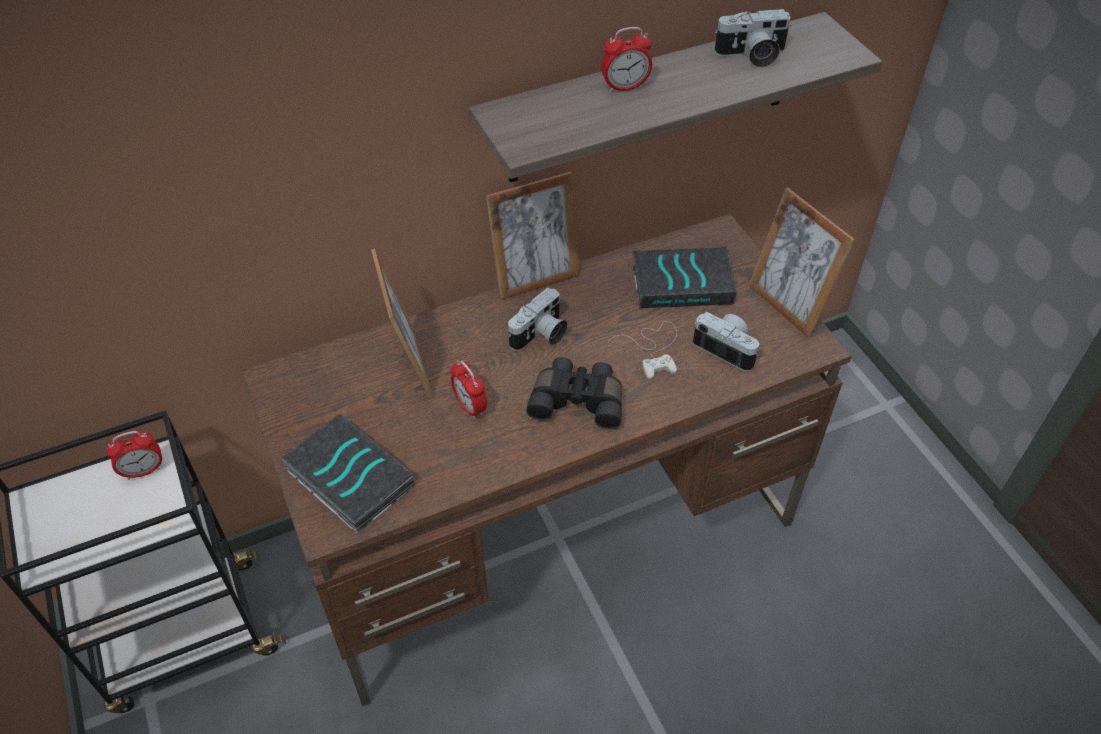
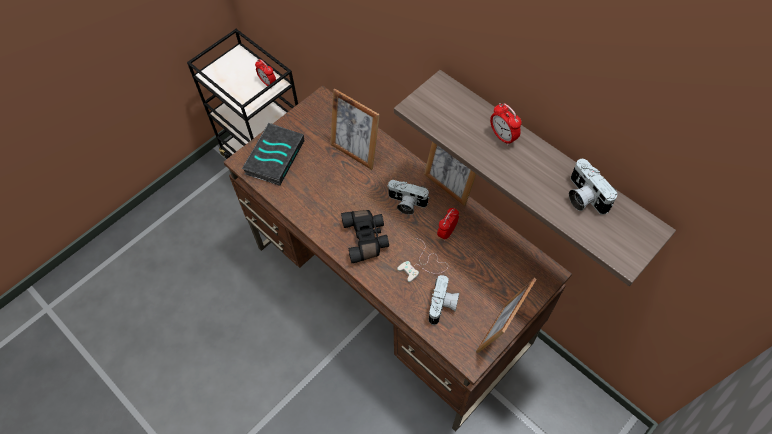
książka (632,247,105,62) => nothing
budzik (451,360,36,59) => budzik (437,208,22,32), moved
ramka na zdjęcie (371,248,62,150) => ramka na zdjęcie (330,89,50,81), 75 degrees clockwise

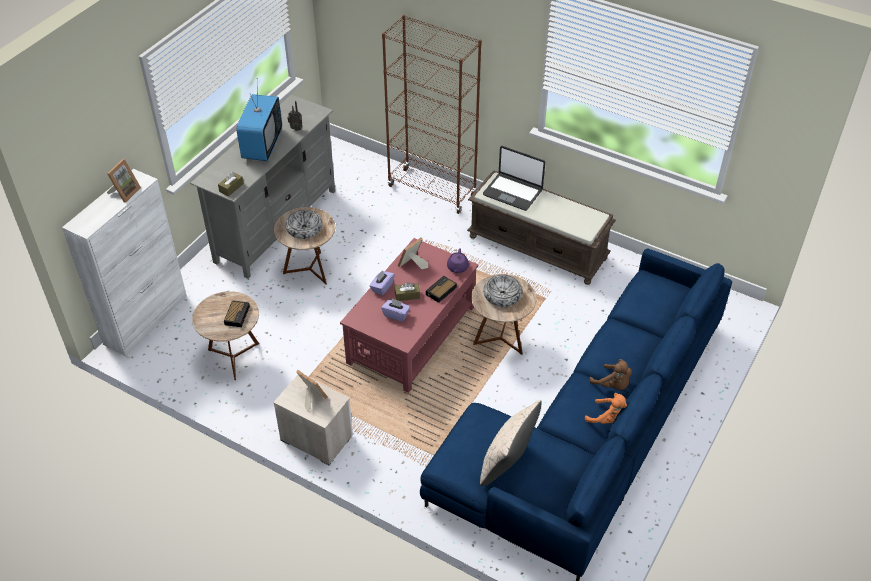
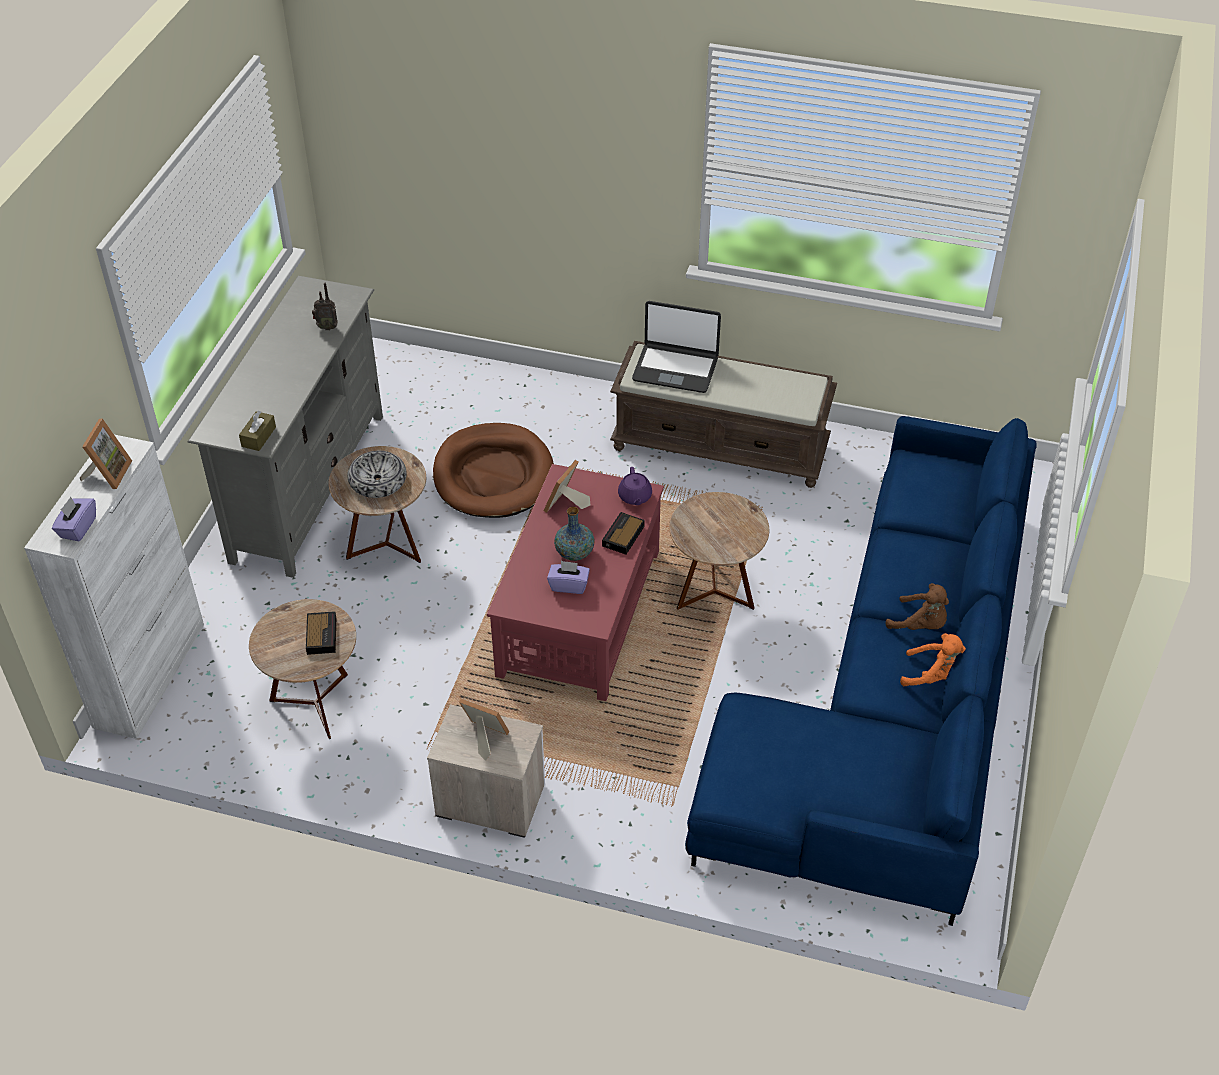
telewizor (237,78,45,83) => nothing
regał/brązowy (382,15,100,199) => nothing
poduszka/beżowy (480,400,62,86) => nothing
miska (483,275,40,32) => nothing
nothing => legowisko/brązowy (433,423,121,95)
pudełko chusteczek/fioletowy (369,270,26,25) => pudełko chusteczek/fioletowy (52,497,44,44), moved
pudełko chusteczek/brązowy (394,282,26,19) => wazon (554,507,41,54)

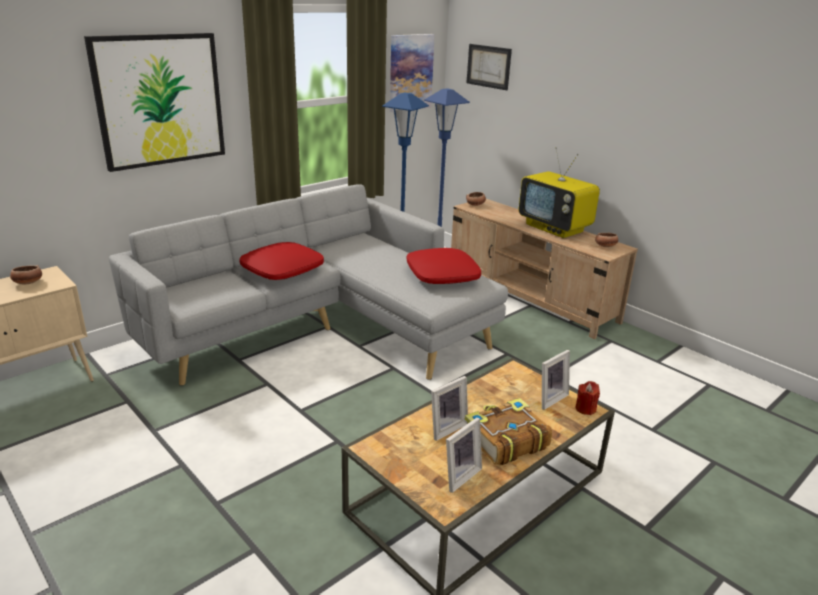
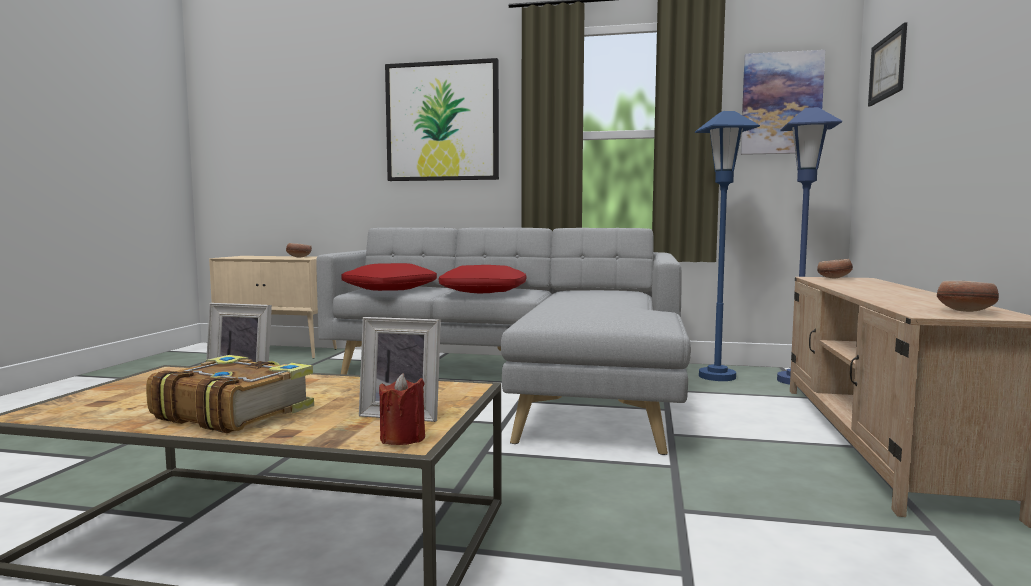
ramka na zdjęcie (446,418,36,75) => nothing
telewizor (518,147,82,91) => nothing
poduszka/czerwony (407,248,74,36) => poduszka/czerwony (341,263,96,28), moved

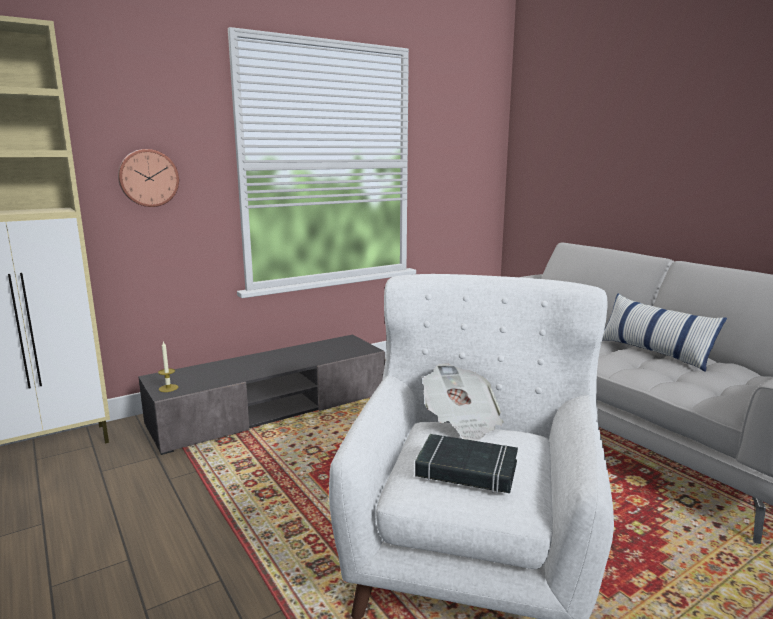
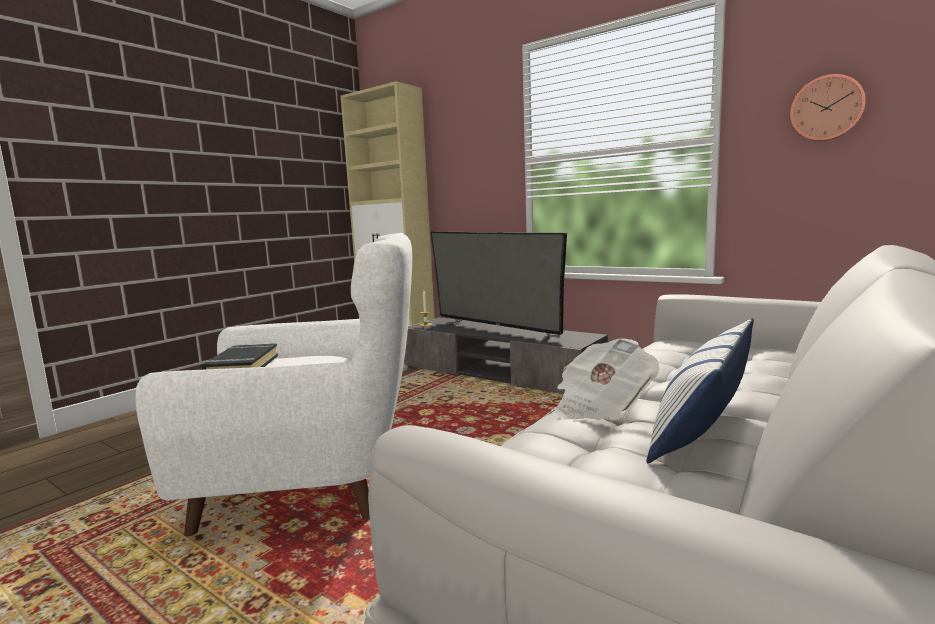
nothing => telewizor (430,231,137,112)
zegar ścienny (118,149,61,58) => zegar ścienny (790,74,76,67), moved
gazeta (422,363,82,78) => gazeta (555,338,104,82), moved

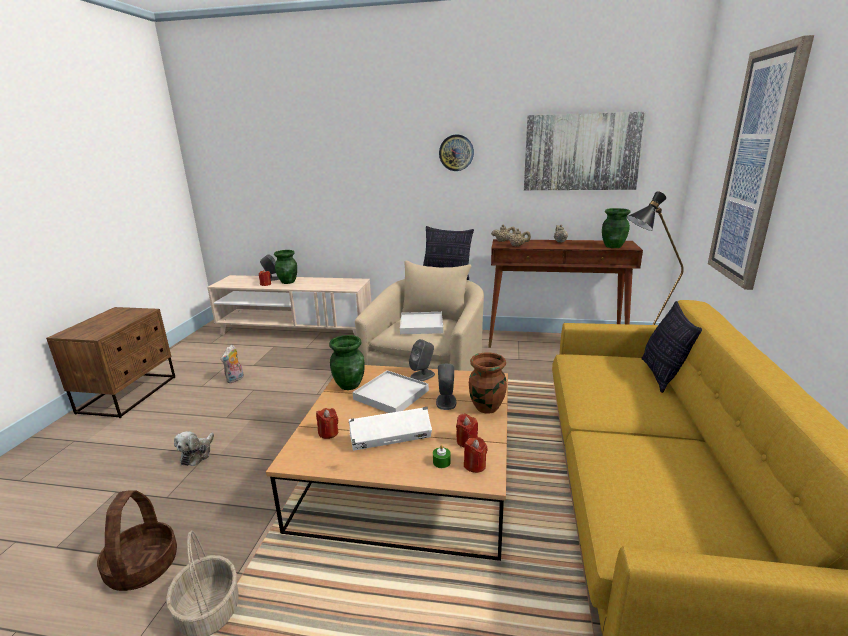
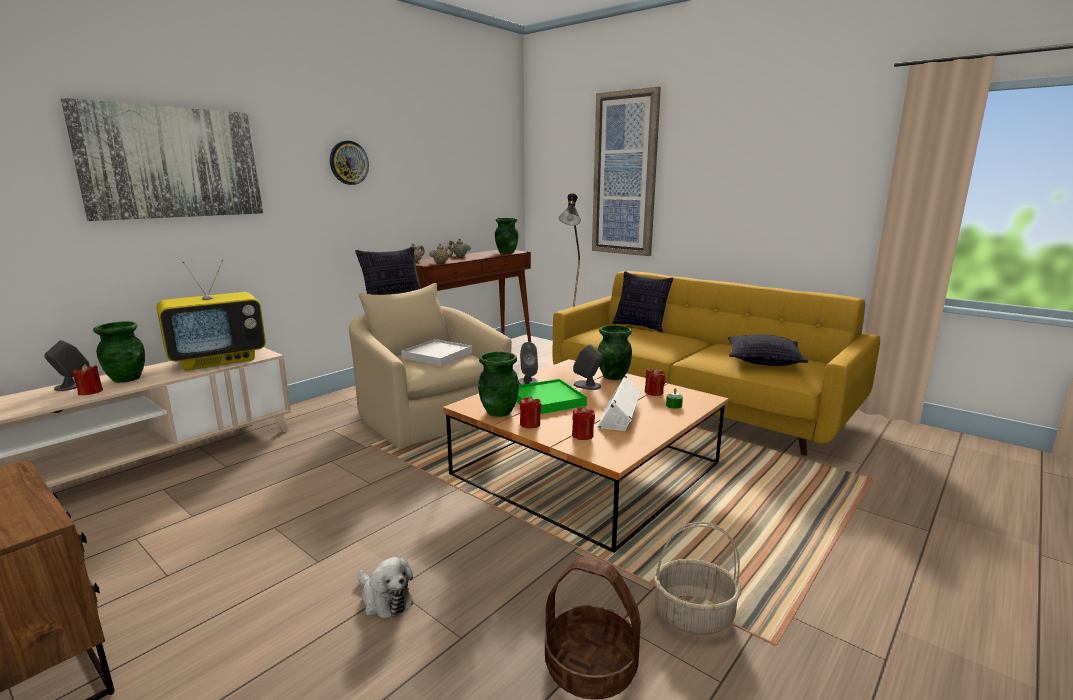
pluszak (220,345,24,38) => nothing
nothing => telewizor (156,260,110,111)
nothing => poduszka (728,334,80,32)
świeca/czerwony (464,437,24,36) => świeca/czerwony (520,396,22,32), moved
obraz (524,112,123,78) => obraz (61,98,202,123), moved
taca/biały (353,370,76,43) => taca/zielony (516,379,71,35)
wazon/brązowy (469,353,38,61) => wazon/zielony (598,325,34,55)

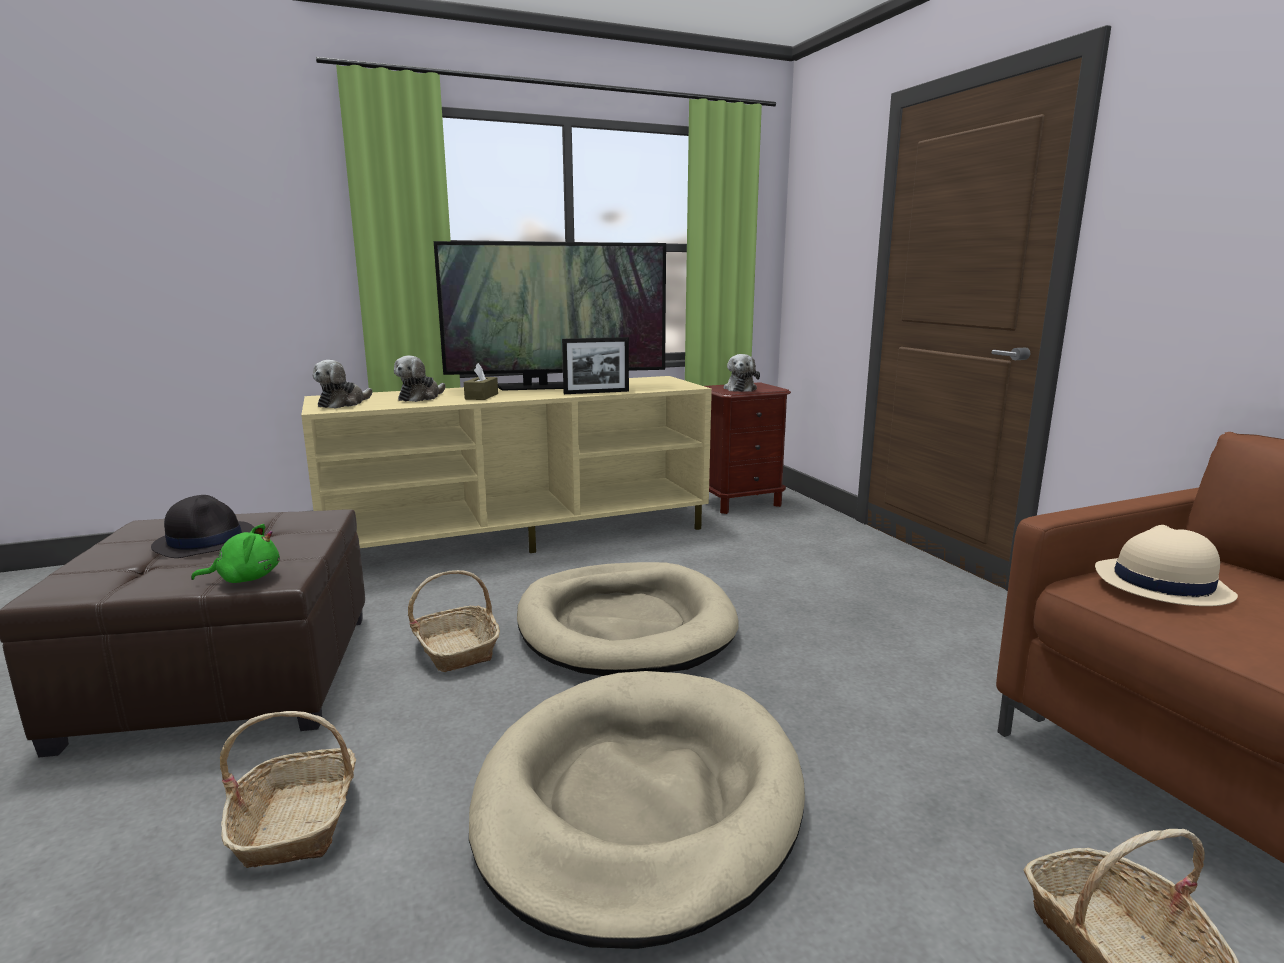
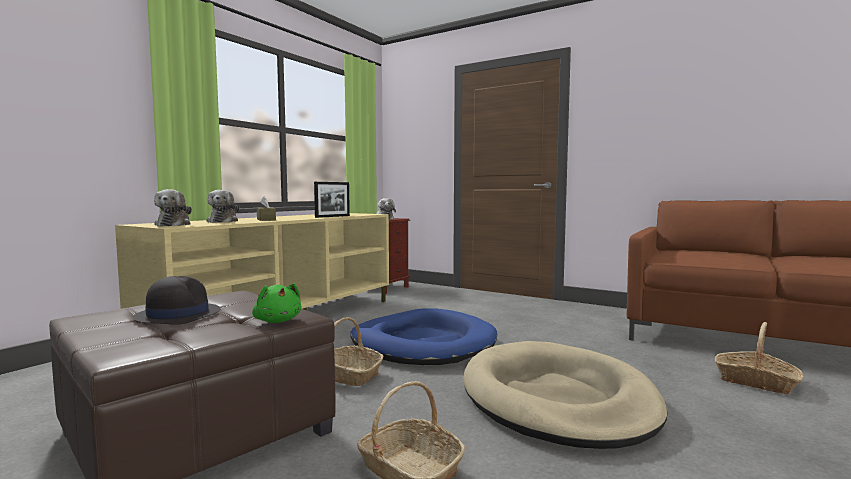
telewizor (434,241,232,150) => nothing
kapelusz/beżowy (1095,525,143,81) => nothing
legowisko/beżowy (517,562,222,114) => legowisko/niebieski (350,308,147,57)
pluszak/zielony (191,524,89,59) => pluszak/zielony (252,283,49,40), 105 degrees clockwise

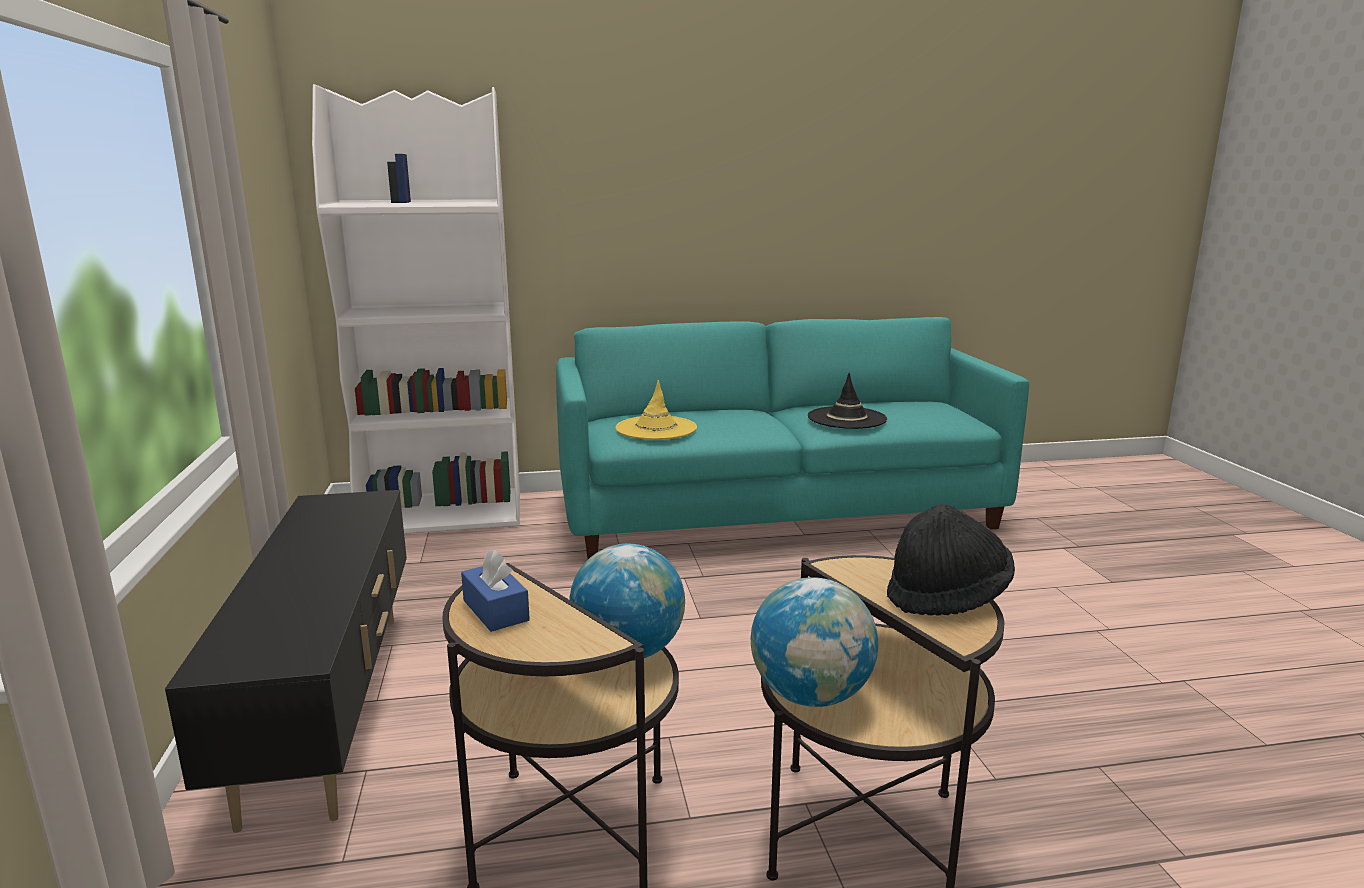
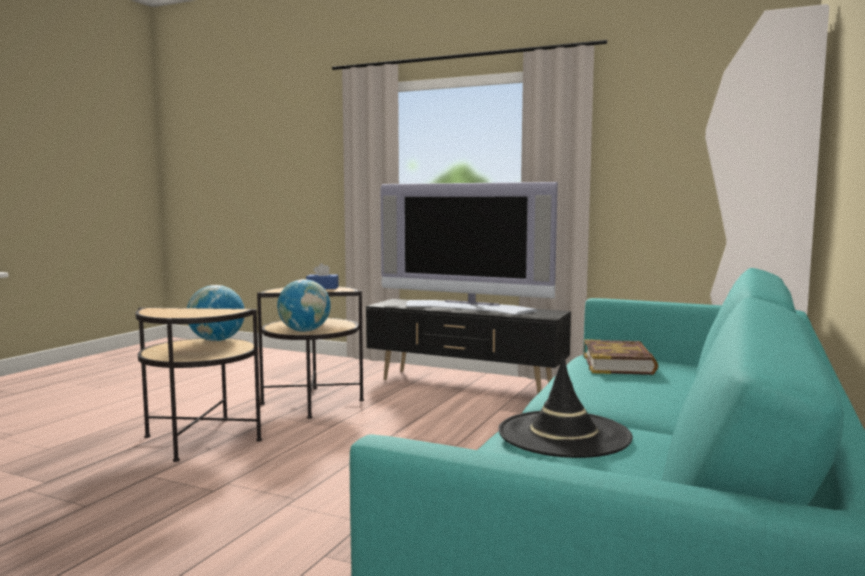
kapelusz/czarny (887,504,128,112) => nothing
nothing => telewizor (381,182,177,133)
kapelusz/żółty (615,380,82,60) => książka (584,339,74,36)

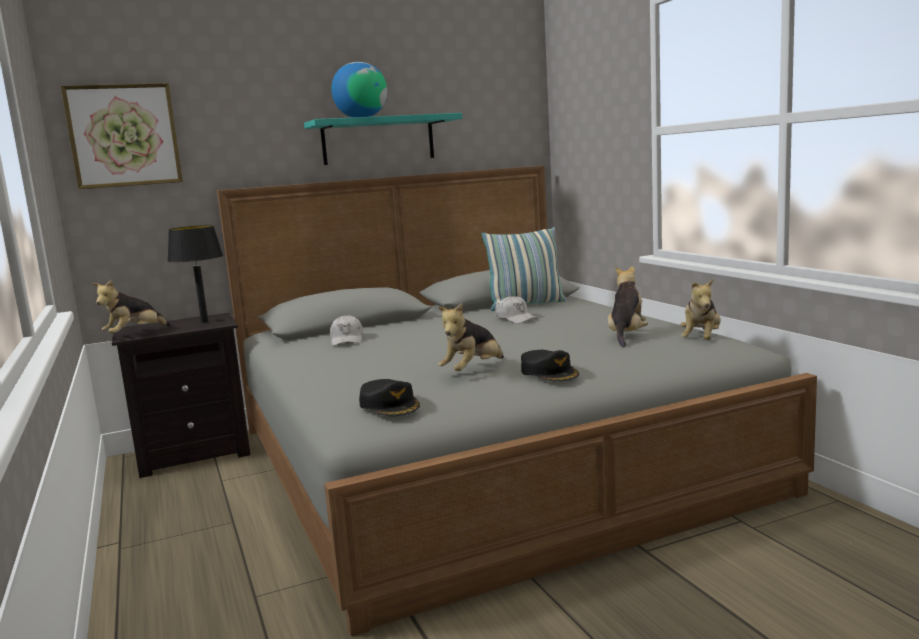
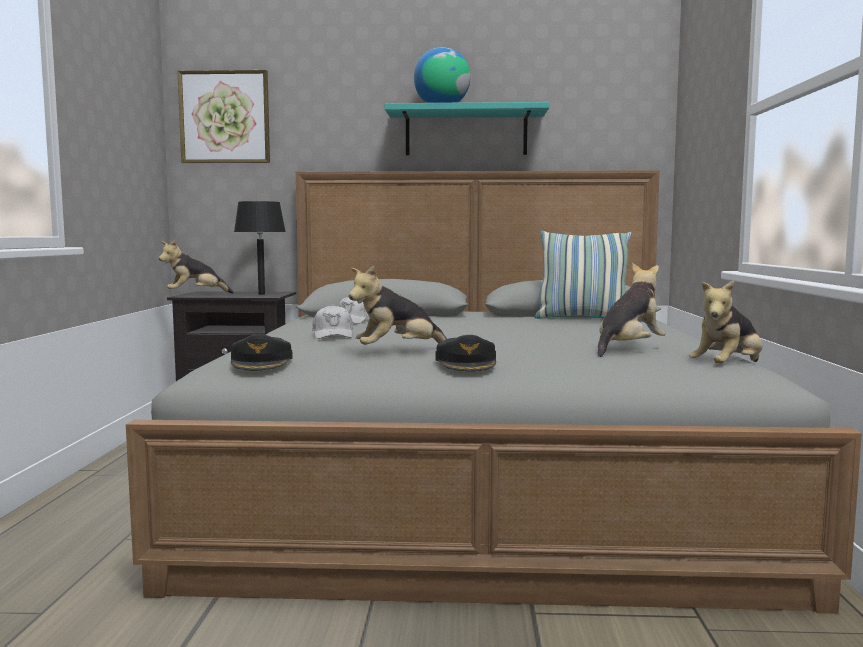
czapka z daszkiem/biały (495,296,43,28) => czapka z daszkiem/biały (312,304,41,35), moved

